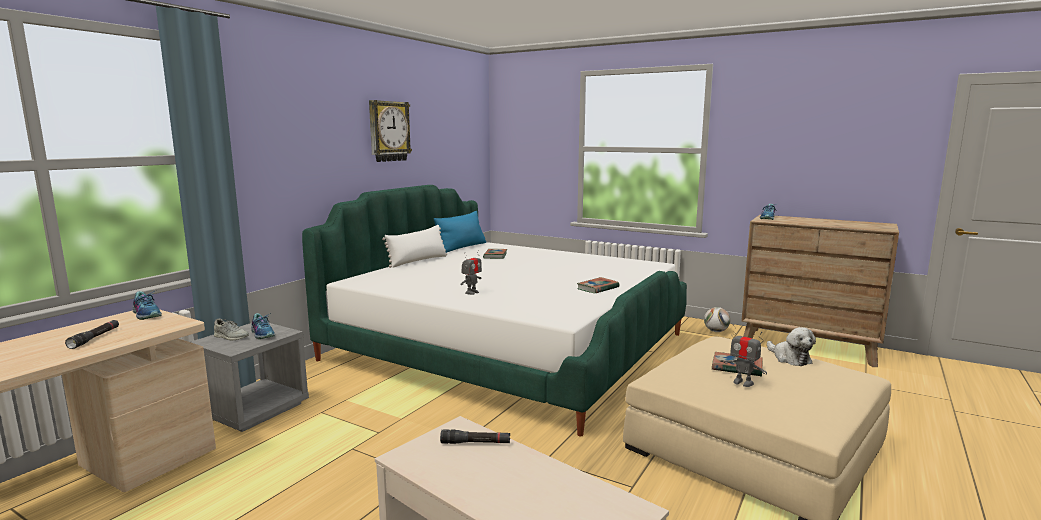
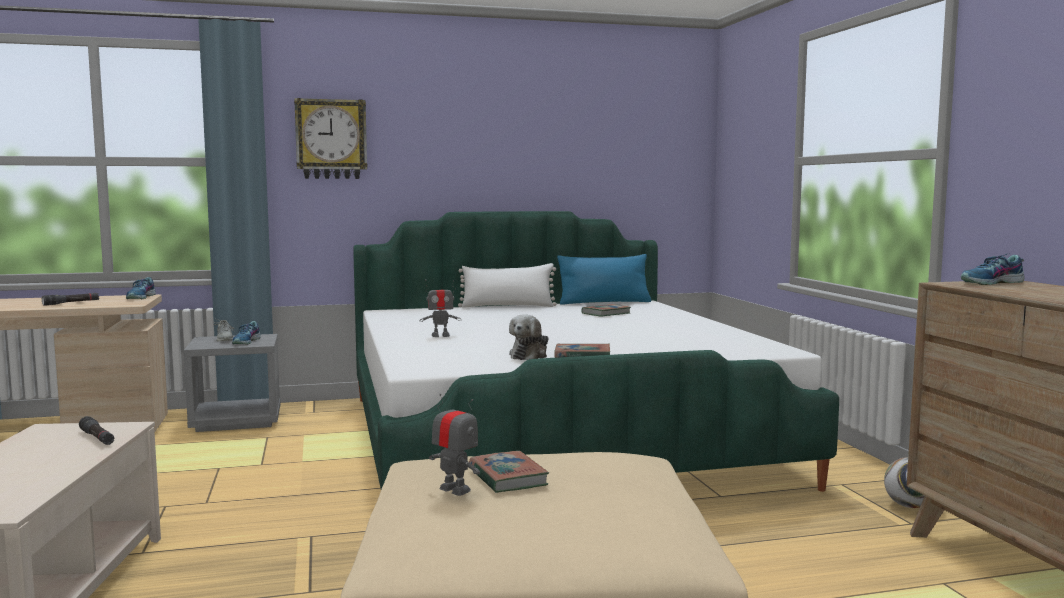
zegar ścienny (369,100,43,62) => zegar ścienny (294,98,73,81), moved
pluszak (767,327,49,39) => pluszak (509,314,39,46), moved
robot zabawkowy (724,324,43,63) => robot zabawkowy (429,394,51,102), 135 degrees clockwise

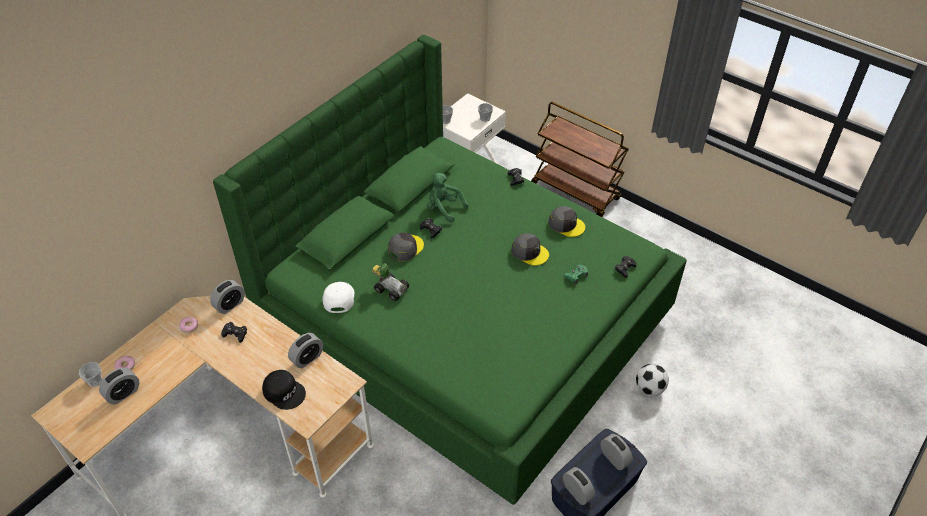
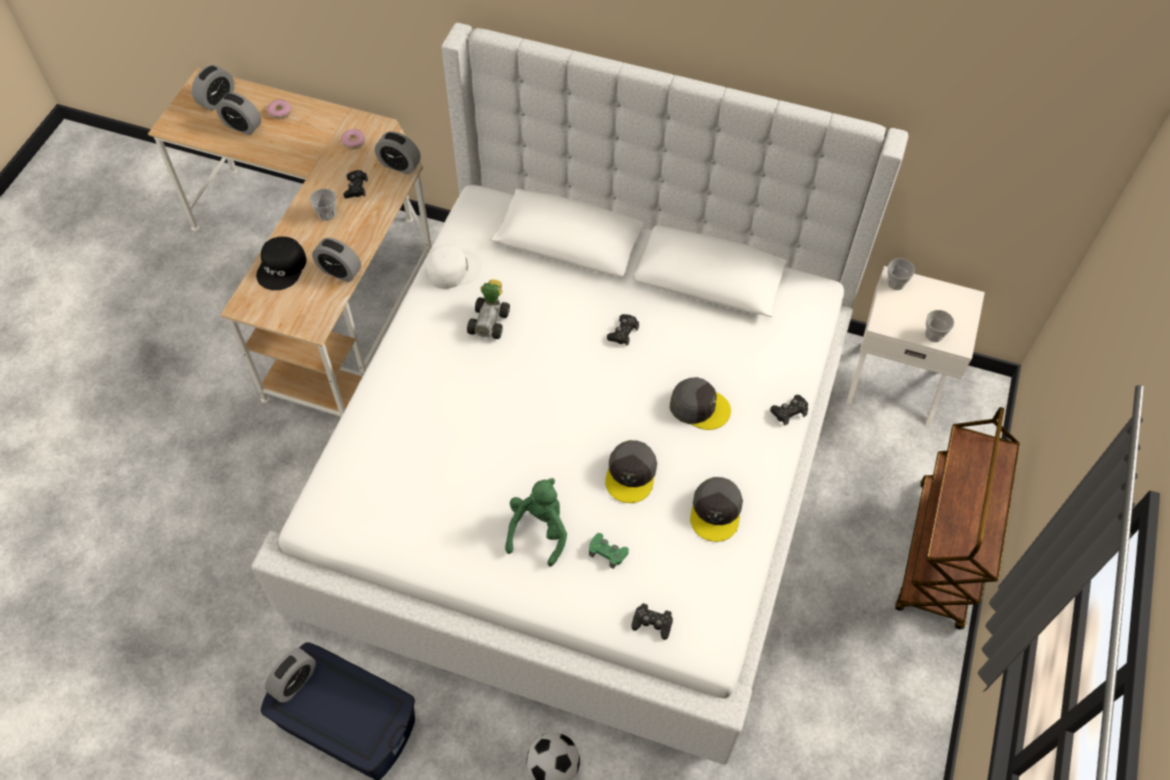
filiżanka (79,362,24,25) => filiżanka (310,189,27,32), moved
czapka z daszkiem/szary (388,232,36,30) => czapka z daszkiem/szary (670,377,61,53), moved
pluszak/zielony (427,173,41,50) => pluszak/zielony (505,478,62,89), moved
budzik (600,434,33,36) => budzik (192,65,42,46), moved
łóżko/zielony (213,35,474,470) => łóżko/biały (251,23,658,742)

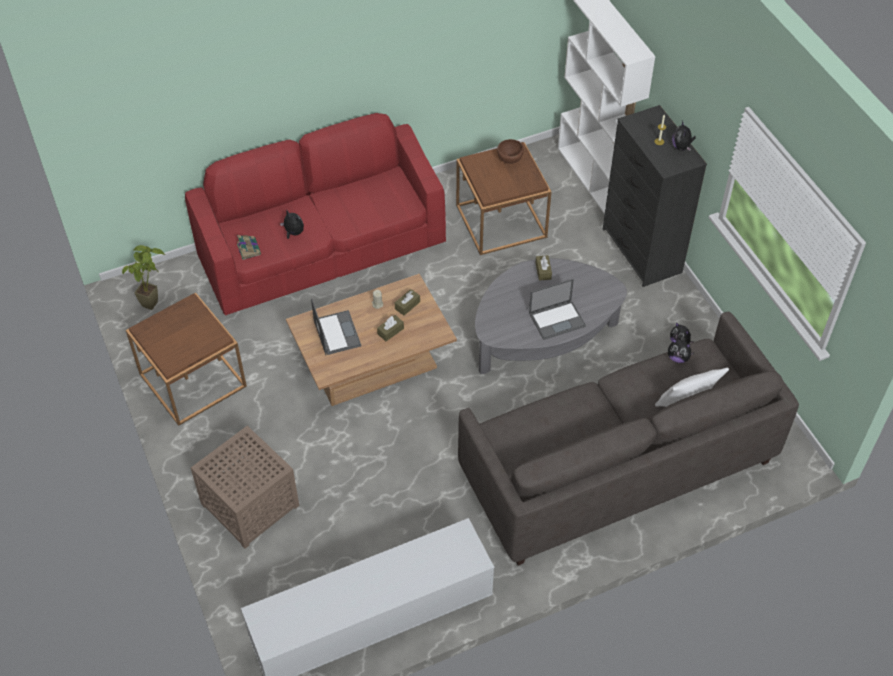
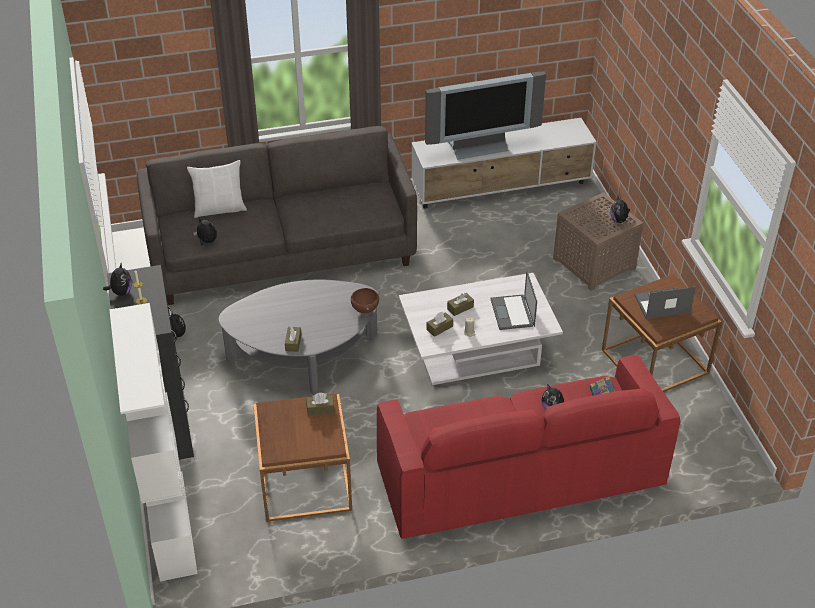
roślina doniczkowa (122,245,43,65) => nothing
nothing => pudełko chusteczek/brązowy (306,393,28,23)
nothing => telewizor (425,72,121,88)
nothing => pluszak (610,195,20,28)
miska/brązowy (497,139,27,25) => miska/brązowy (351,288,28,26), moved
laptop (529,279,57,61) => laptop (634,287,62,32), moved
ława/brązowy (286,274,171,132) => ława/biały (399,273,164,112)

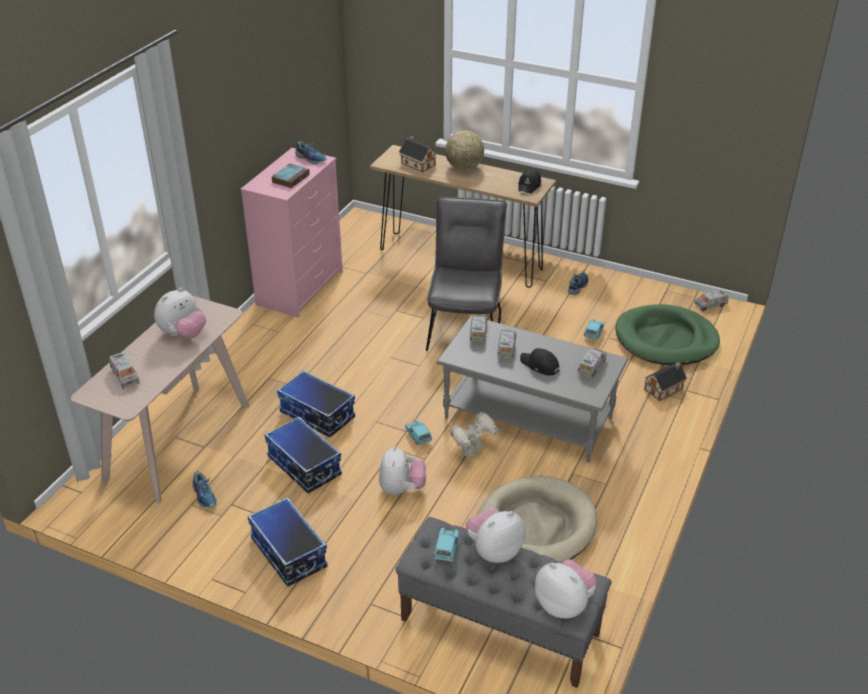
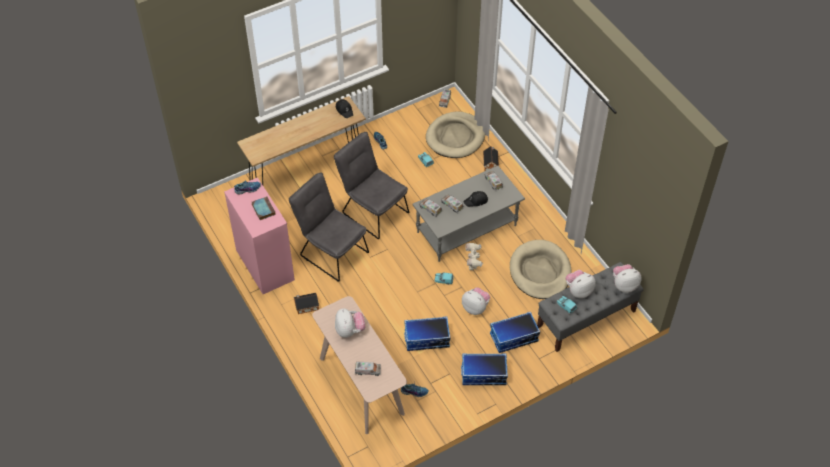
globus (445,131,39,39) => nothing
nothing => krzesło/szary (289,172,80,110)
pojemnik do przechowywania (277,370,78,68) => pojemnik do przechowywania (490,312,50,41), moved
domek (399,136,38,37) => domek (294,293,25,21), moved
legowisko/zielony (615,304,105,61) => legowisko/beżowy (426,112,59,46)
pluszak (466,508,59,55) => pluszak (565,270,31,28), 60 degrees clockwise

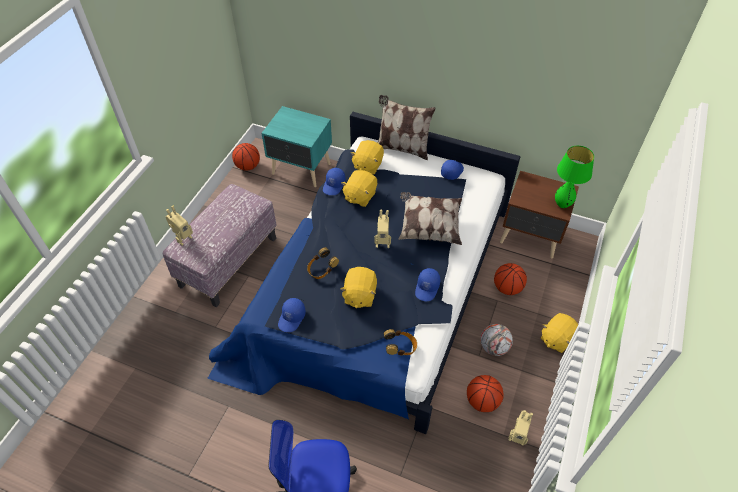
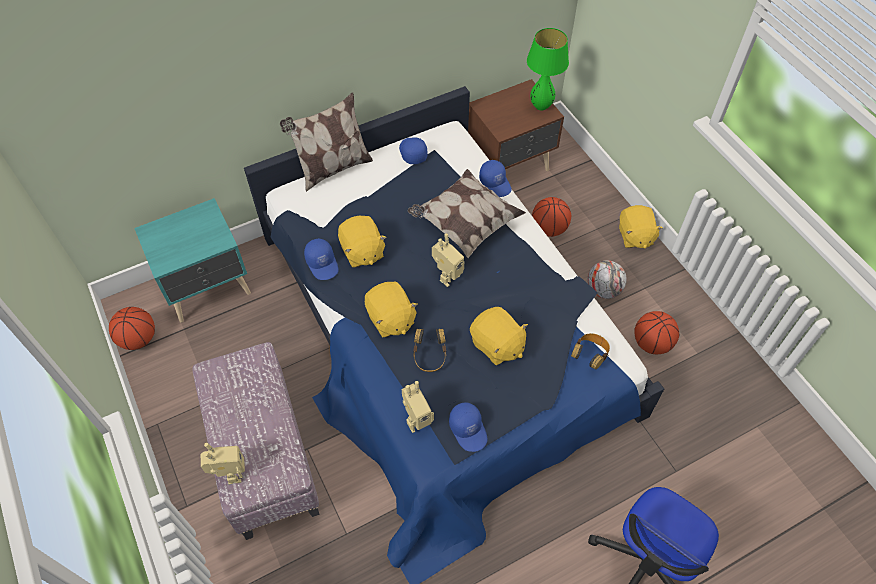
pluszak/żółty (350,140,34,34) => pluszak/żółty (365,282,53,56), moved
czapka z daszkiem/niebieski (415,268,26,33) => czapka z daszkiem/niebieski (479,160,33,37), moved
robot zabawkowy (509,410,24,35) => robot zabawkowy (402,381,32,52), moved

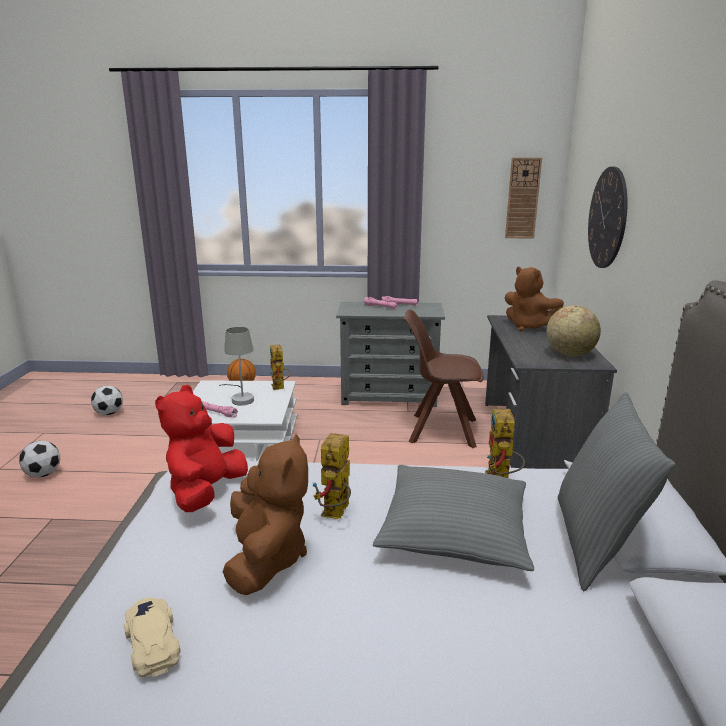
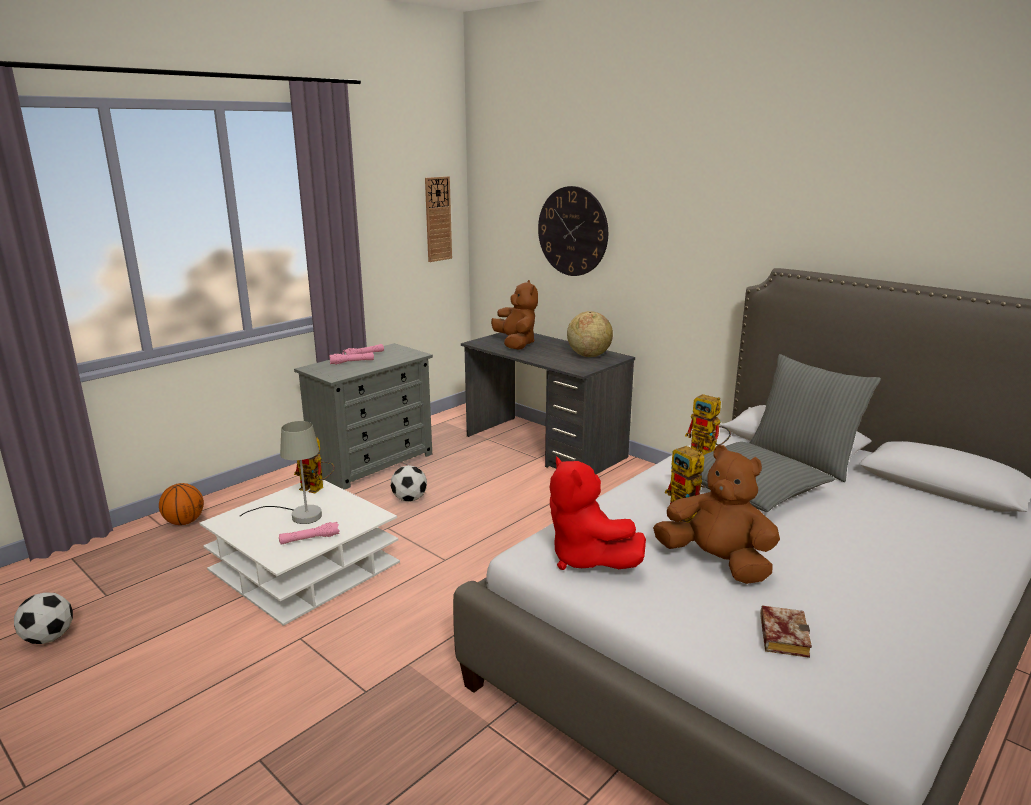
krzesło/brązowy (403,310,81,138) => nothing
piłka futbolowa (19,440,41,38) => piłka futbolowa (390,465,37,37), moved
samochodzik/beżowy (124,597,57,81) => książka (760,606,52,52)
pluszak/brązowy (505,267,59,65) => pluszak/brązowy (491,280,47,69), 105 degrees counterclockwise

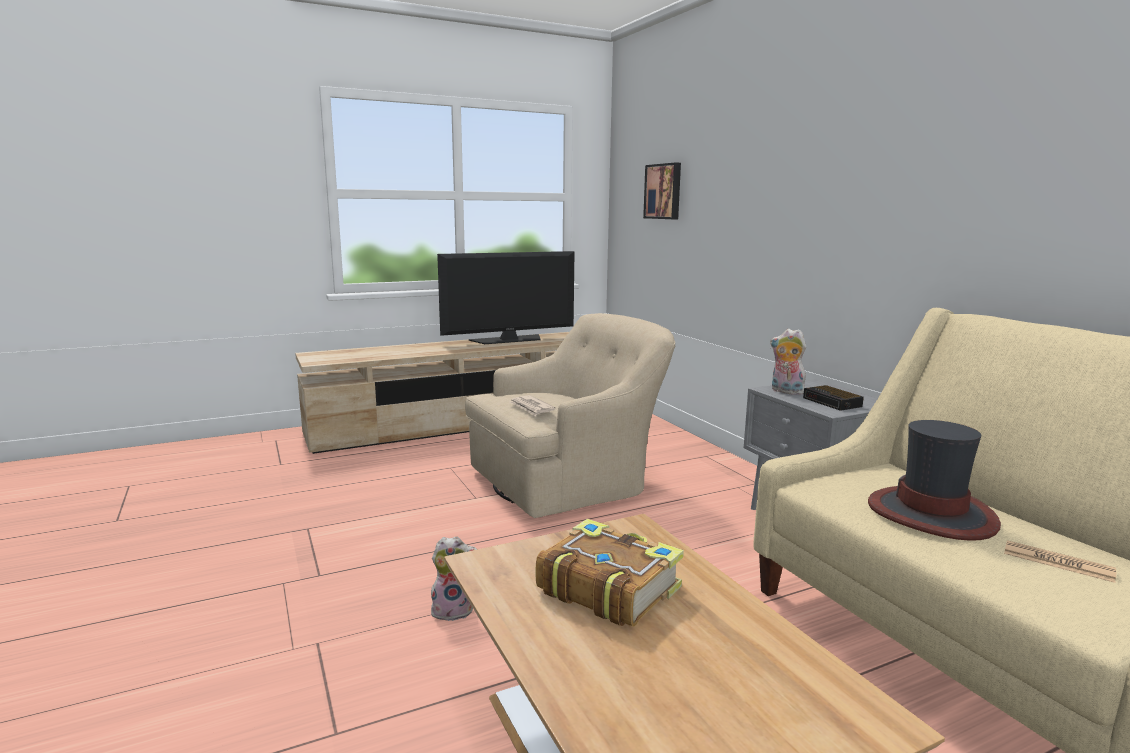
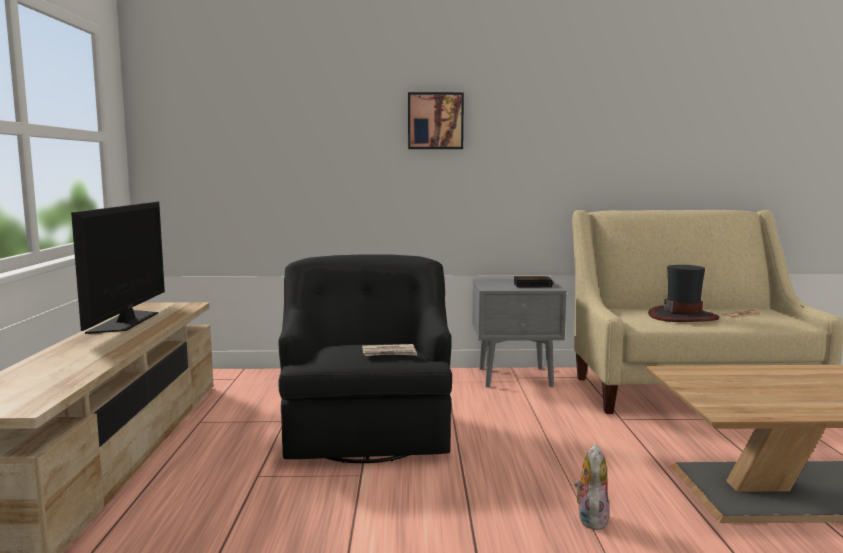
książka (536,519,148,108) => nothing
pluszak (770,329,36,66) => nothing
obraz (643,162,38,57) => obraz (408,92,56,57), moved
fotel/beżowy (465,313,210,205) => fotel/czarny (278,254,174,209)

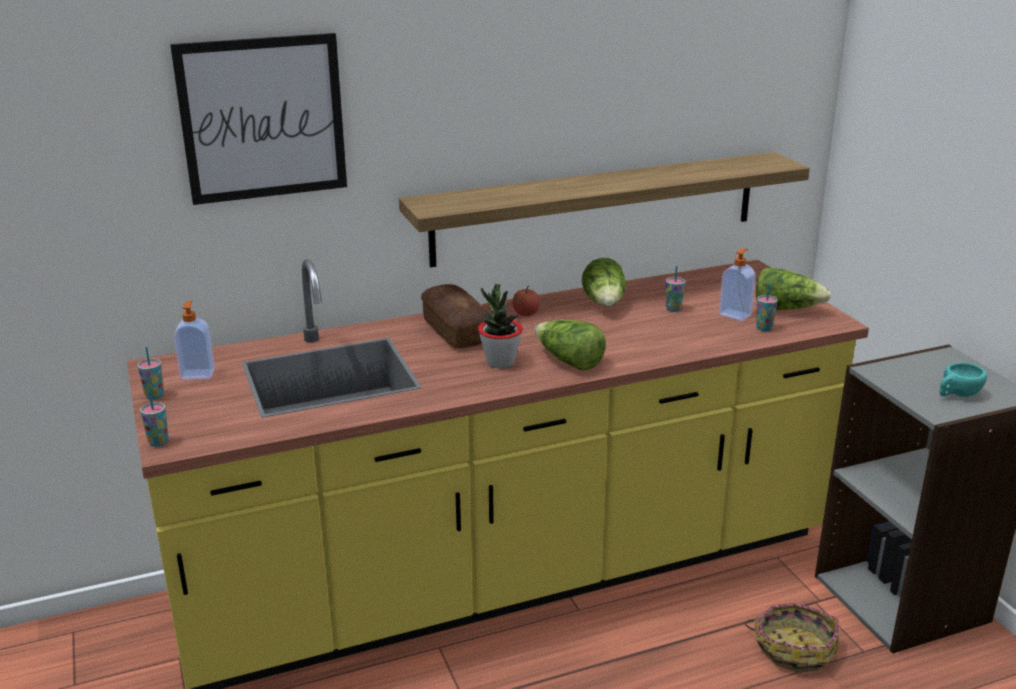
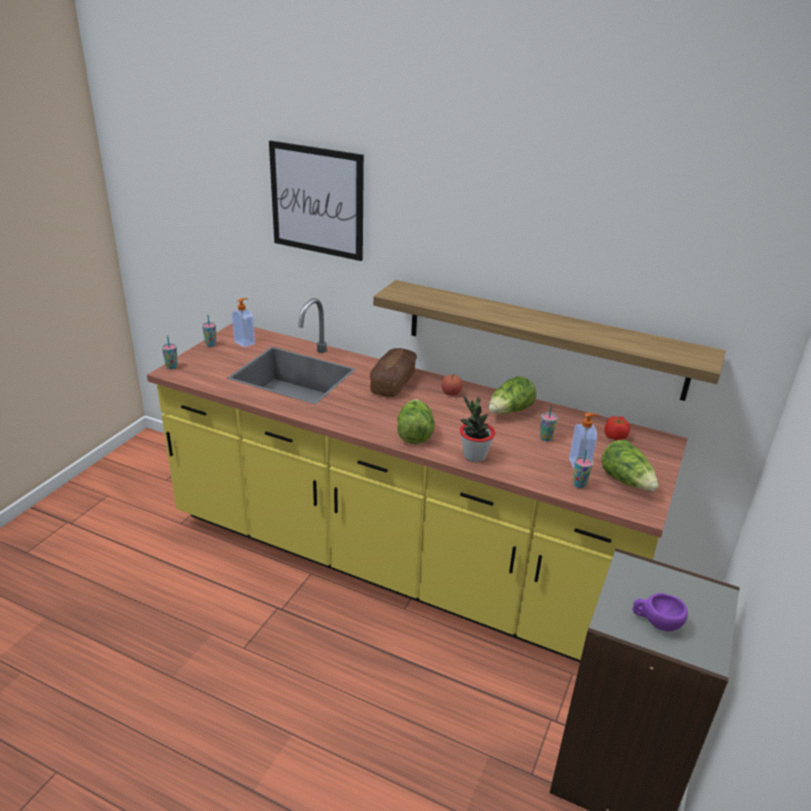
koszyk (745,603,94,69) => nothing
nothing => pomidor (604,416,26,25)
roślina doniczkowa (478,284,45,85) => roślina doniczkowa (460,395,35,67), moved
filiżanka/turkusowy (939,362,48,35) => filiżanka/fioletowy (632,593,56,38)

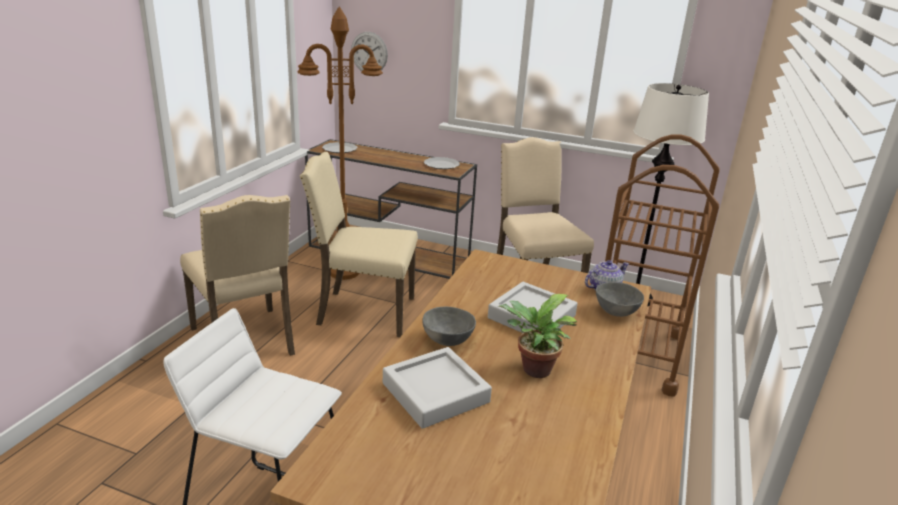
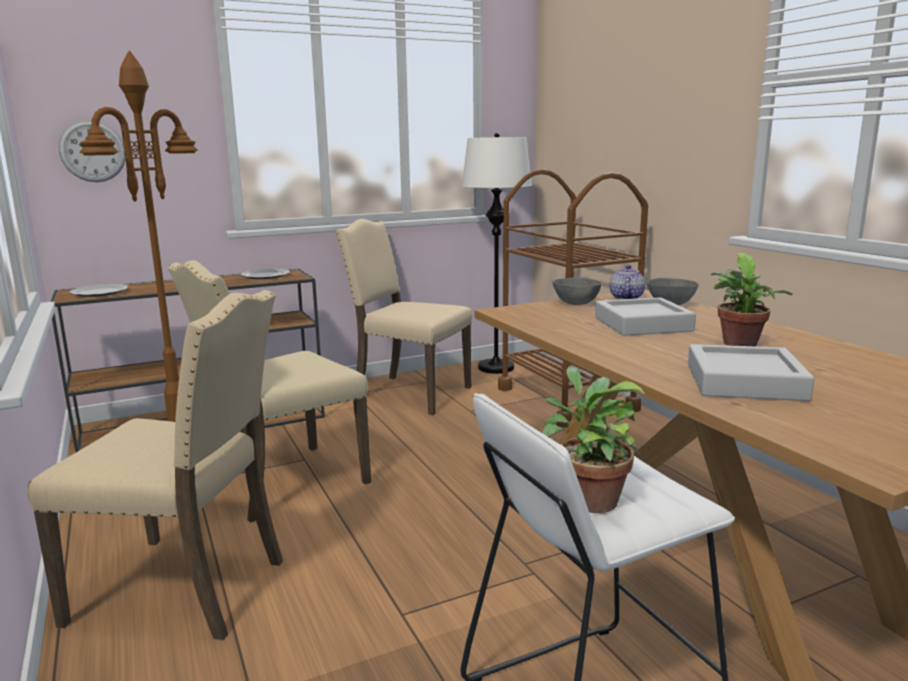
nothing => roślina doniczkowa (542,367,103,146)
miska/szary (422,307,54,39) => miska/szary (553,277,48,28), moved

